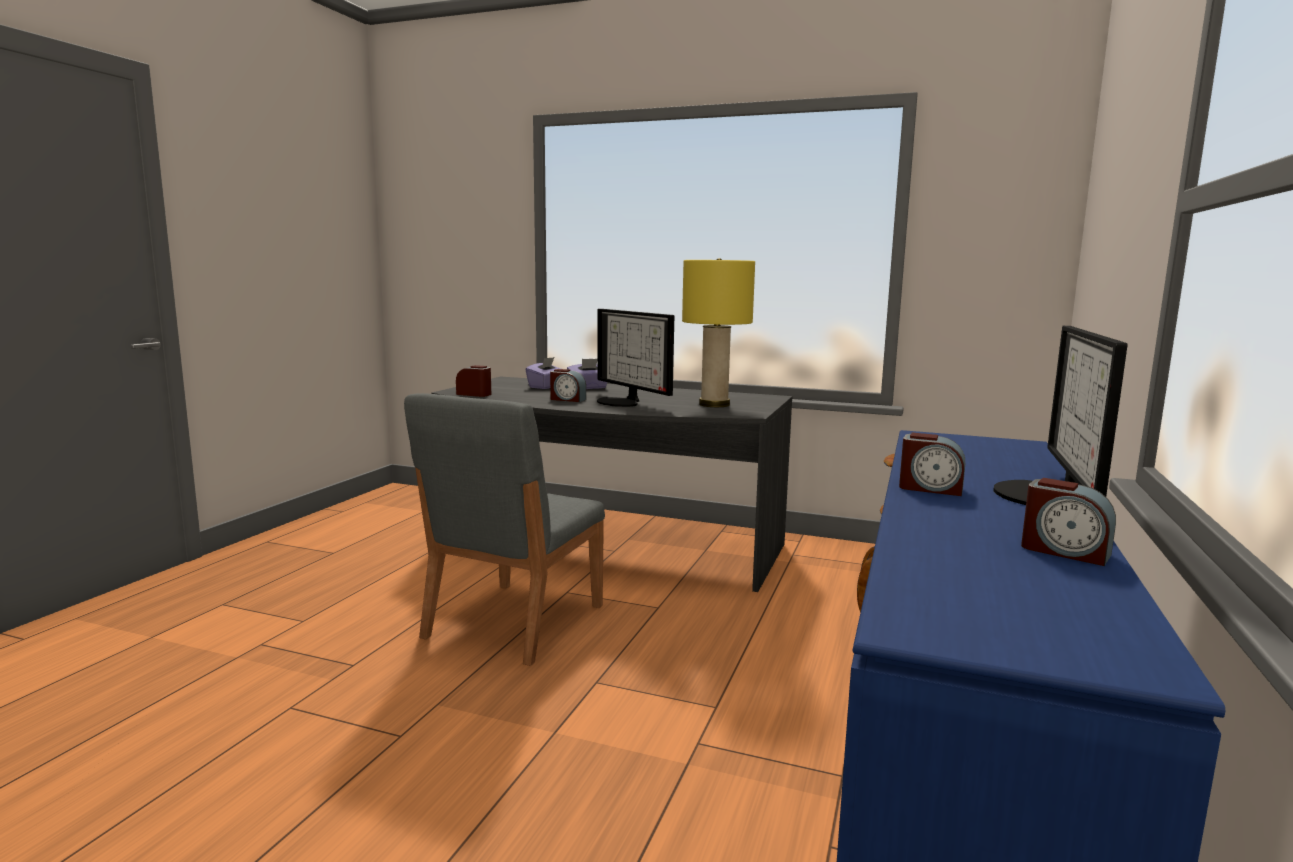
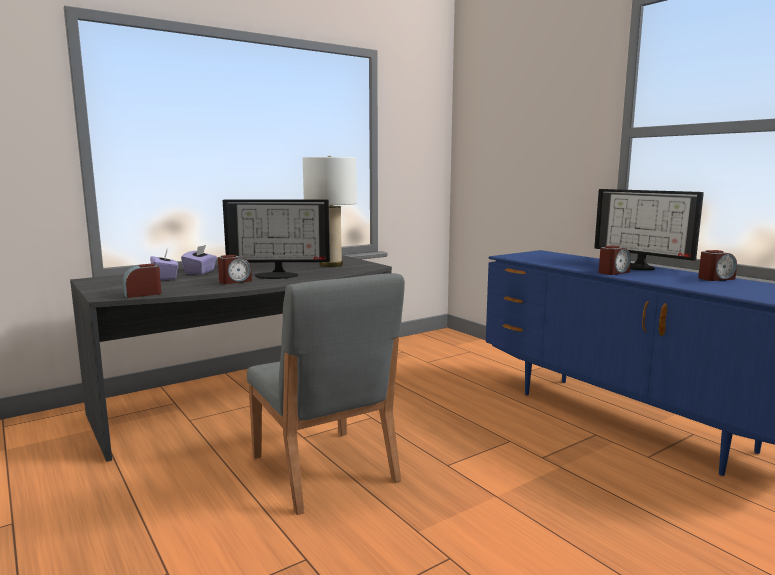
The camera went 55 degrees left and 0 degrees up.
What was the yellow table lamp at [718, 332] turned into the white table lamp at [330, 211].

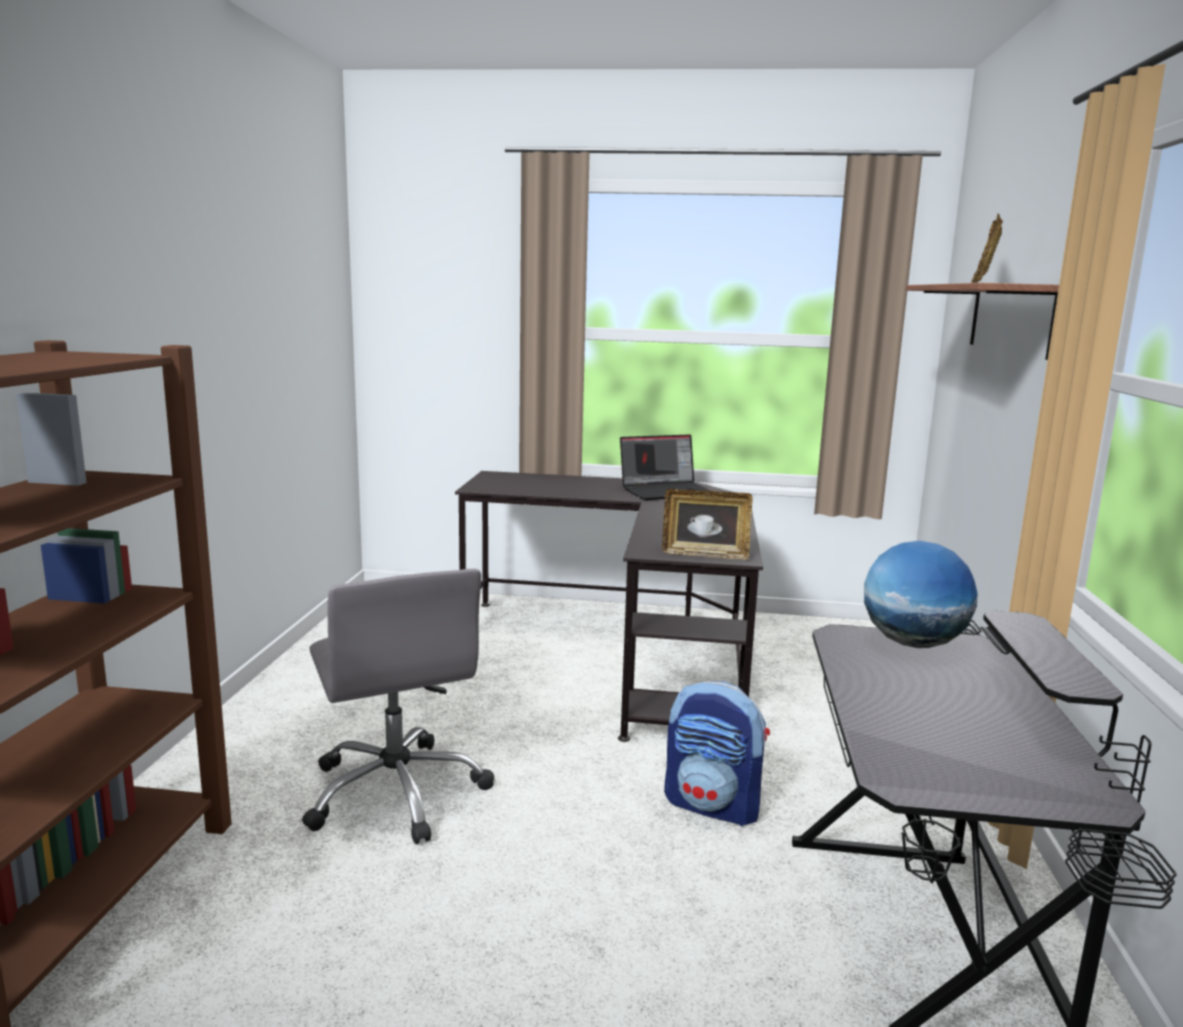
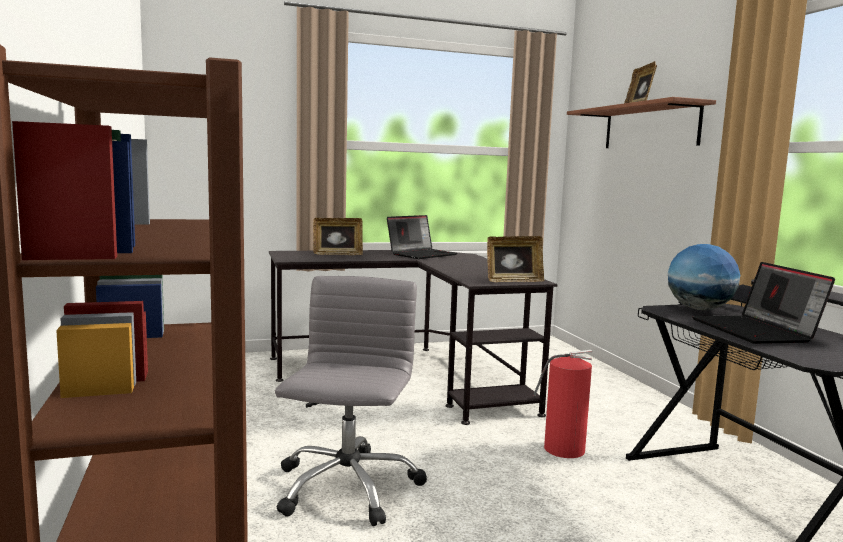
The camera went 25 degrees left and 5 degrees down.
The grey office chair at [398, 706] ended up facing another way, 120 degrees counterclockwise from before.
The second view gained the picture frame at [338, 236].
Where the backpack stood at [717, 753], the fire extinguisher came to stand at [562, 404].
The second view gained the laptop at [763, 303].

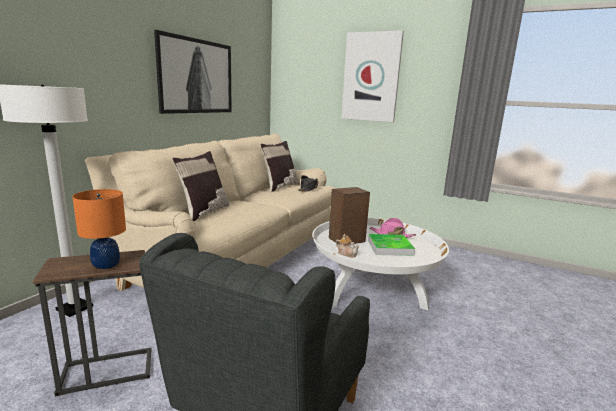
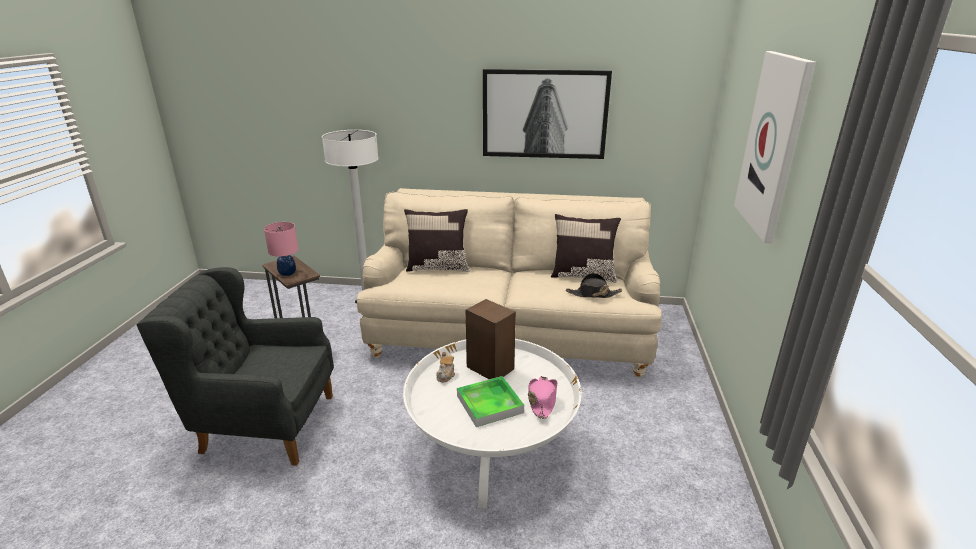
The camera went 70 degrees right and 10 degrees up.
What was the orange table lamp at [99, 229] turned into the pink table lamp at [281, 249].

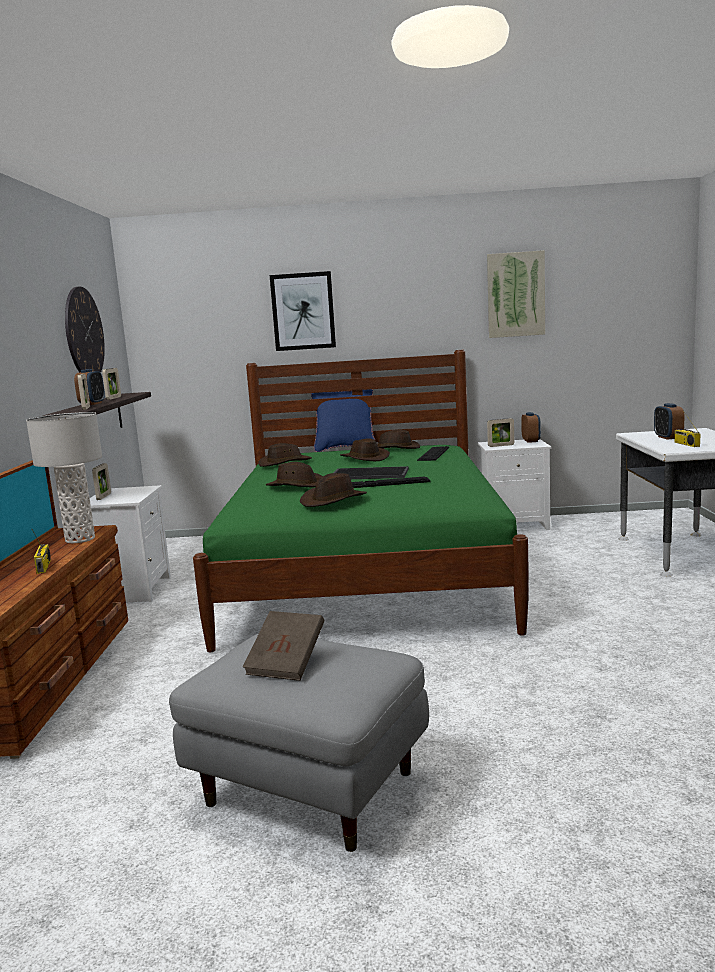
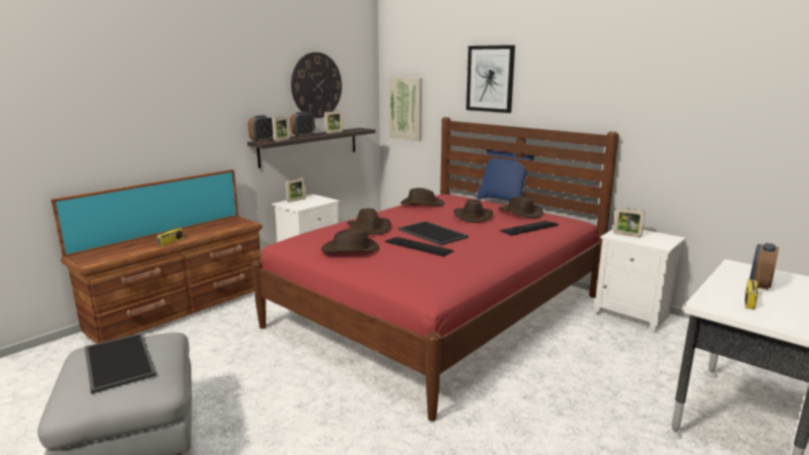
The camera went 40 degrees right and 5 degrees up.
Where the brown book stood at [283, 646], the tray came to stand at [120, 363].
The alarm clock ended up elsewhere, having gone from [531, 427] to [260, 128].
What was the green bed at [361, 501] turned into the red bed at [435, 269].
The picture ended up elsewhere, having gone from [516, 294] to [405, 109].
The second view lost the white table lamp at [64, 477].

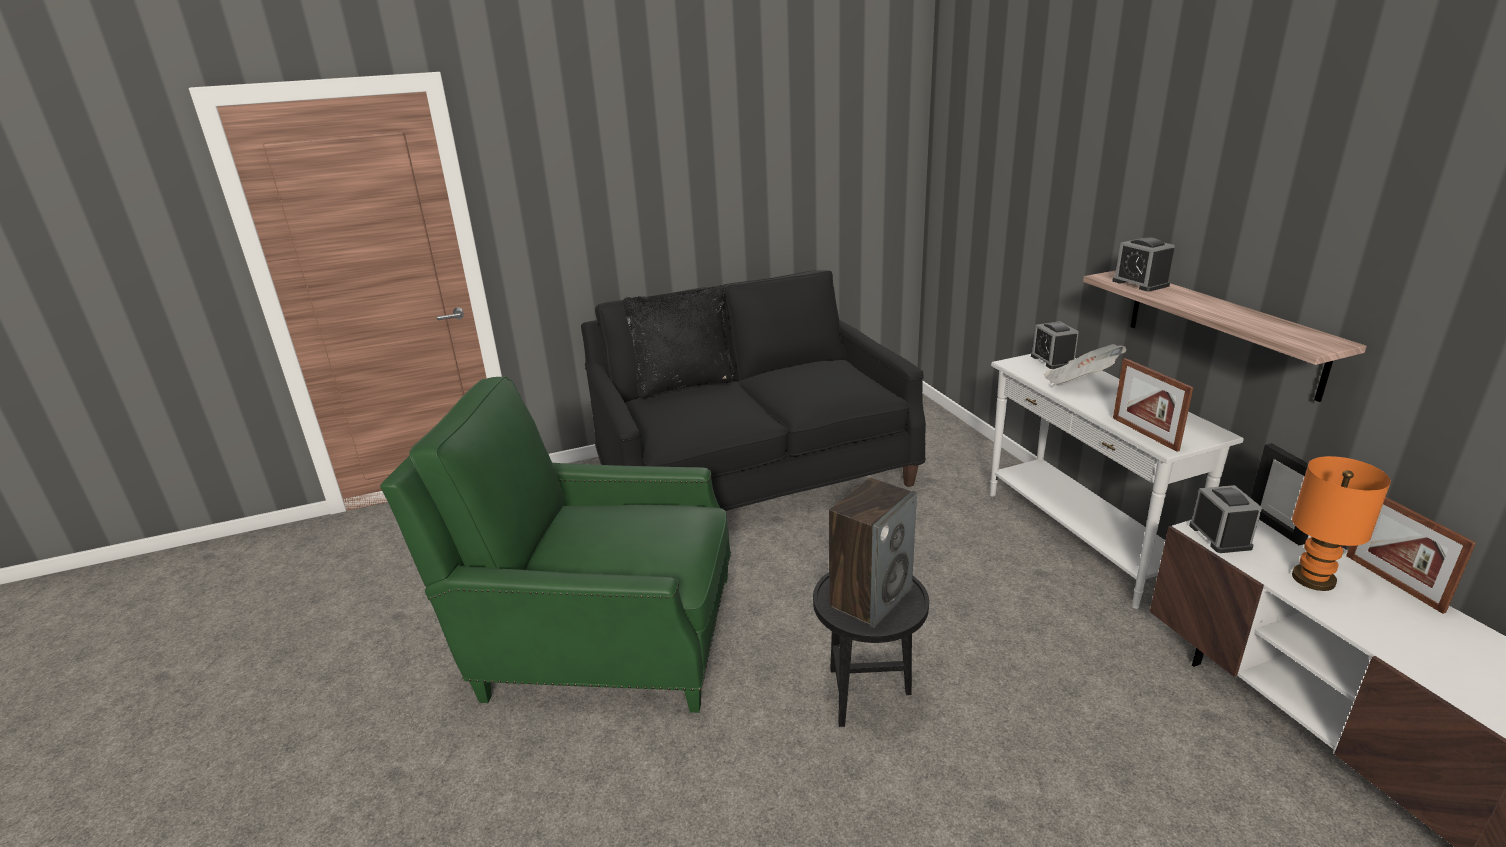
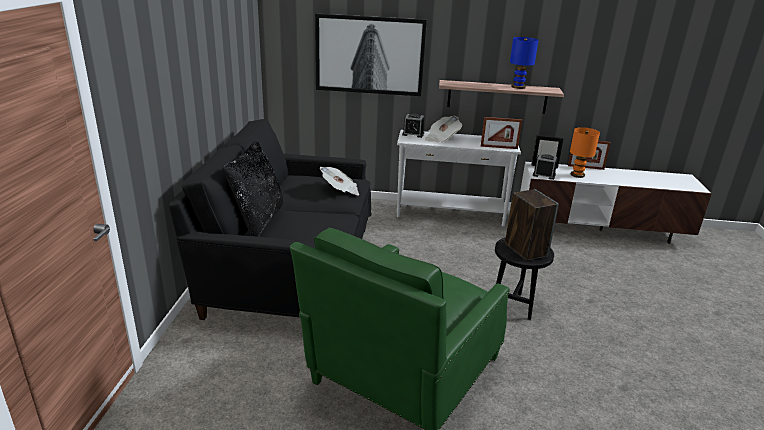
The camera went 65 degrees left and 0 degrees up.
The second view gained the picture at [371, 54].
The second view gained the newspaper at [339, 181].
The second view gained the blue table lamp at [524, 63].
The second view lost the alarm clock at [1143, 264].

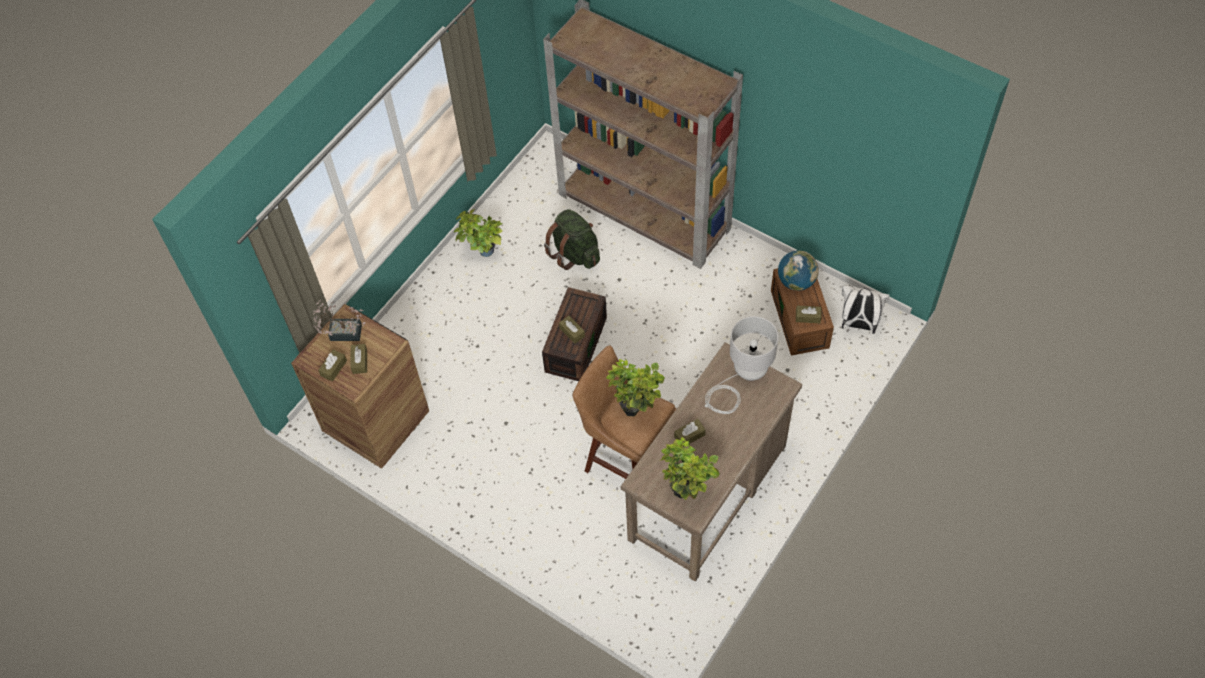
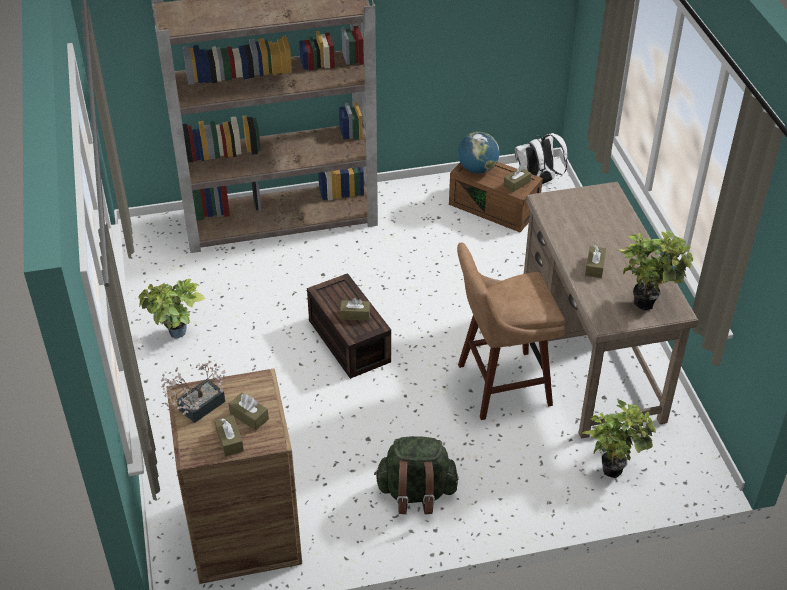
The camera went 50 degrees left and 15 degrees down.
The green backpack ended up elsewhere, having gone from [572, 239] to [416, 475].
The potted plant ended up elsewhere, having gone from [635, 387] to [619, 439].
The second view lost the grey table lamp at [741, 365].

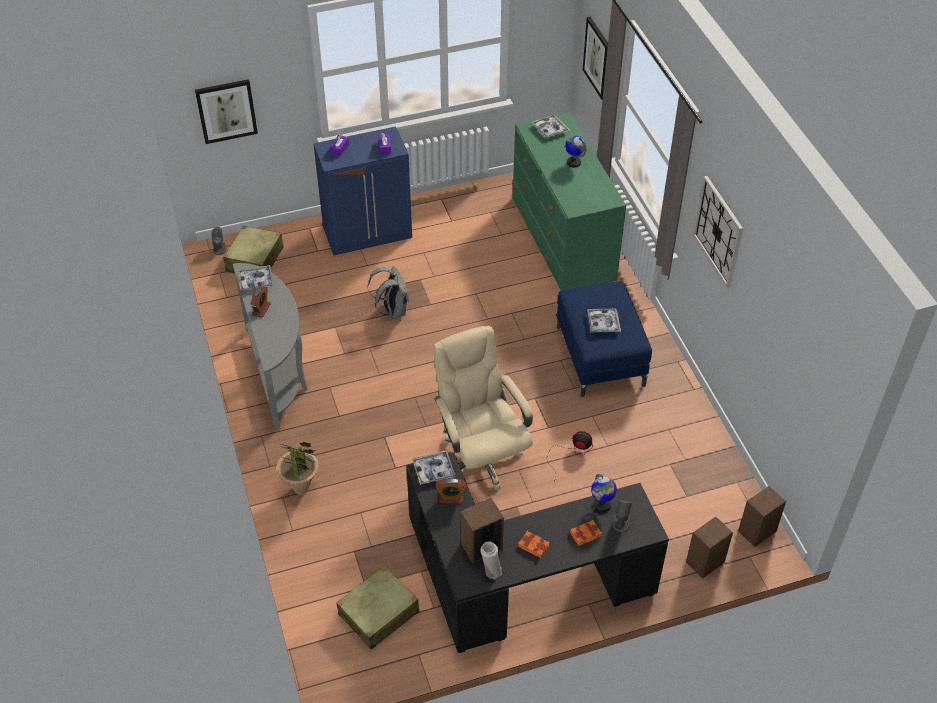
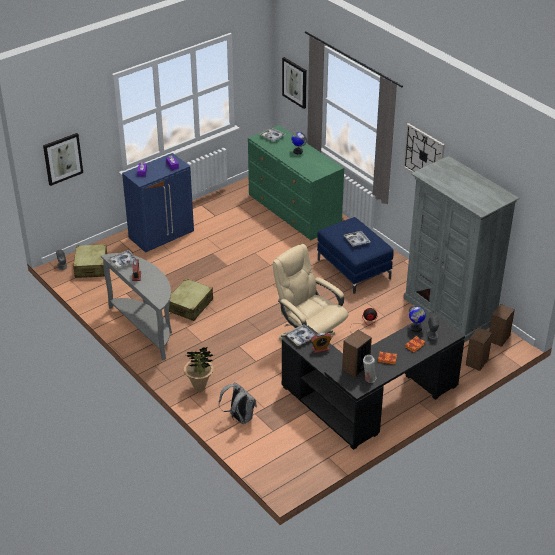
The camera went 20 degrees left and 10 degrees down.
The beige suitcase ended up elsewhere, having gone from [377, 607] to [191, 299].
The grey backpack ended up elsewhere, having gone from [388, 292] to [238, 403].
The second view gained the grey wardrobe at [461, 249].

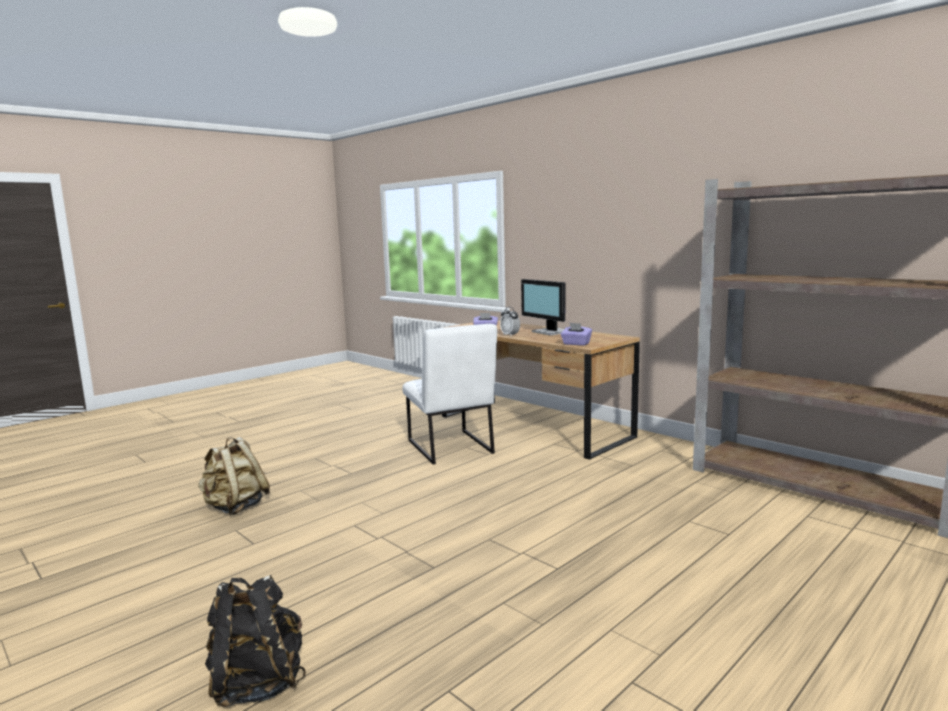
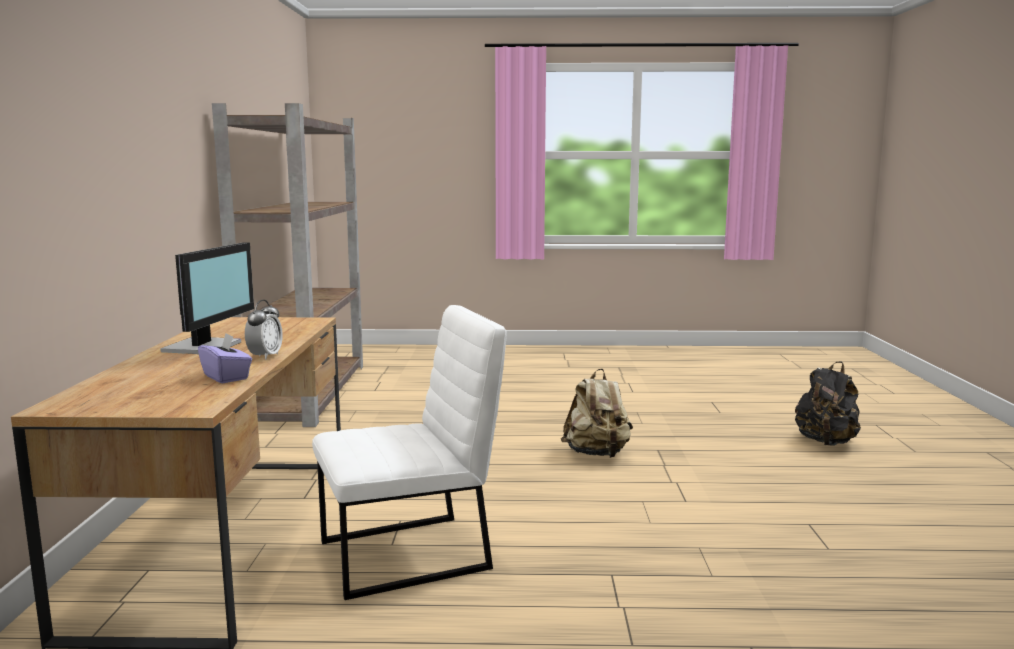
The camera went 135 degrees left and 0 degrees up.
The white chair at [449, 394] ended up facing another way, 45 degrees clockwise from before.
The beige backpack ended up elsewhere, having gone from [234, 476] to [597, 413].
The second view lost the purple tissue box at [576, 334].

